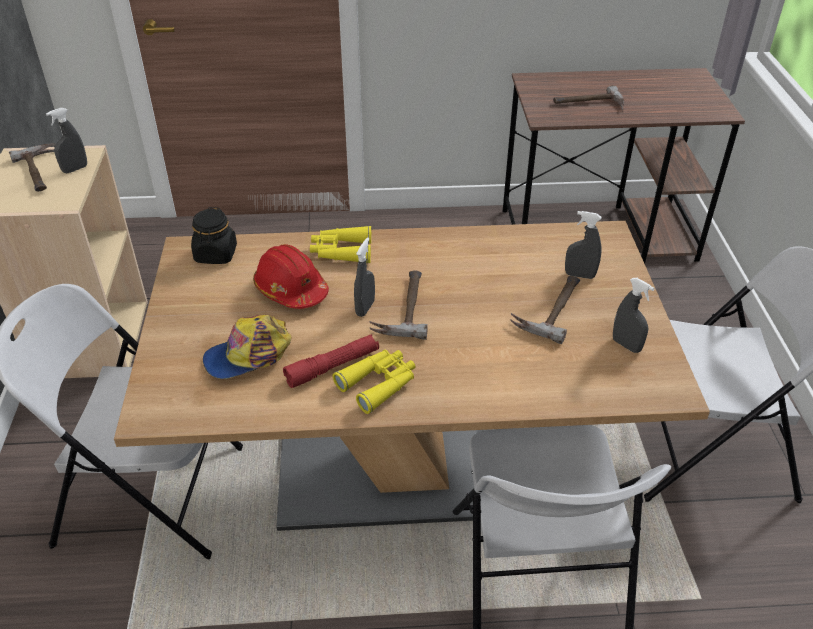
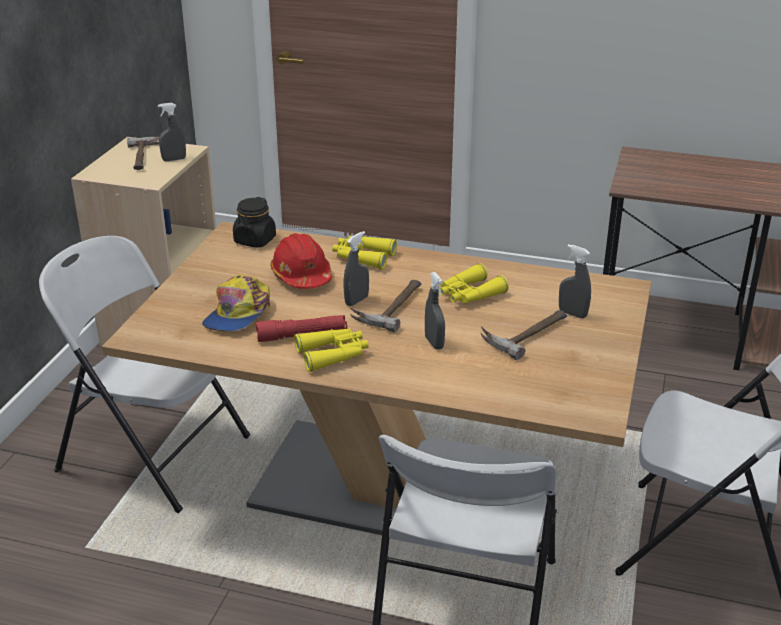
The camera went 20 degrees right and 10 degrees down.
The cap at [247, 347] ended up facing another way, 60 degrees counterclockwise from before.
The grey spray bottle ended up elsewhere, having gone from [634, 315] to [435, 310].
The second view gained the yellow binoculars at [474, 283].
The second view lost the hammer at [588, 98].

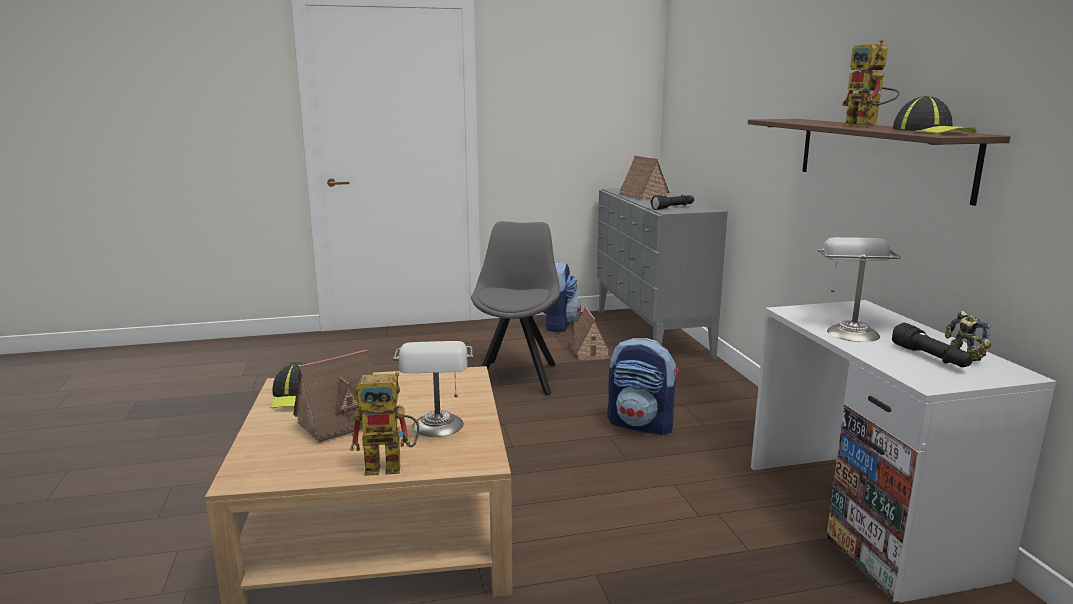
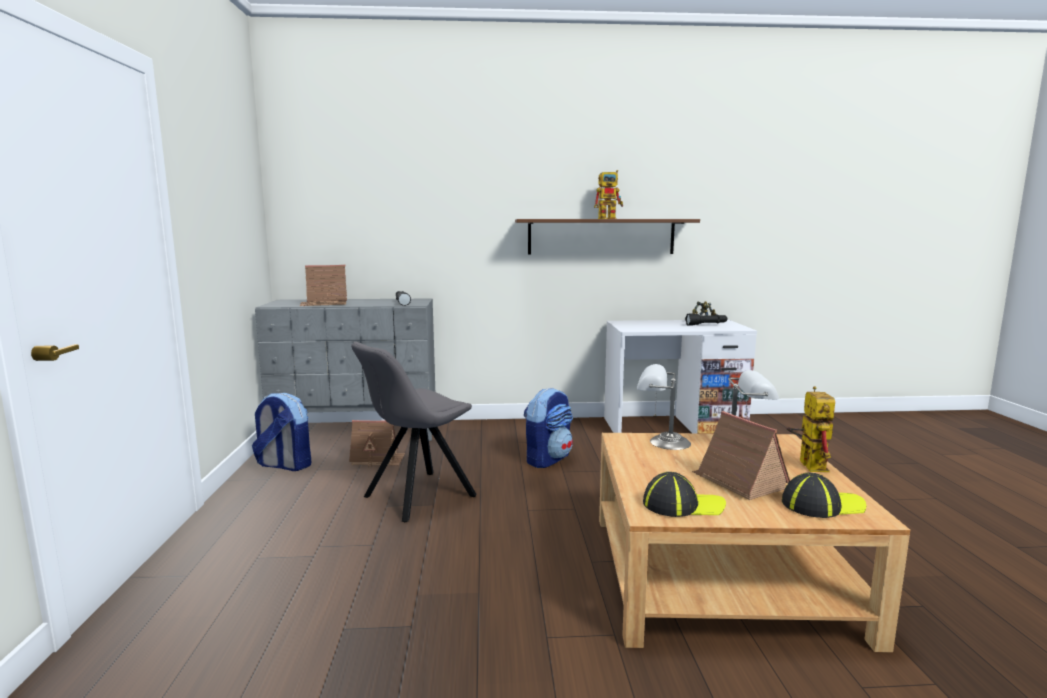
The camera went 80 degrees left and 5 degrees down.
The grey chair at [515, 308] ended up facing another way, 60 degrees counterclockwise from before.
The white table lamp ended up elsewhere, having gone from [859, 289] to [664, 407].
The cap ended up elsewhere, having gone from [934, 114] to [824, 495].

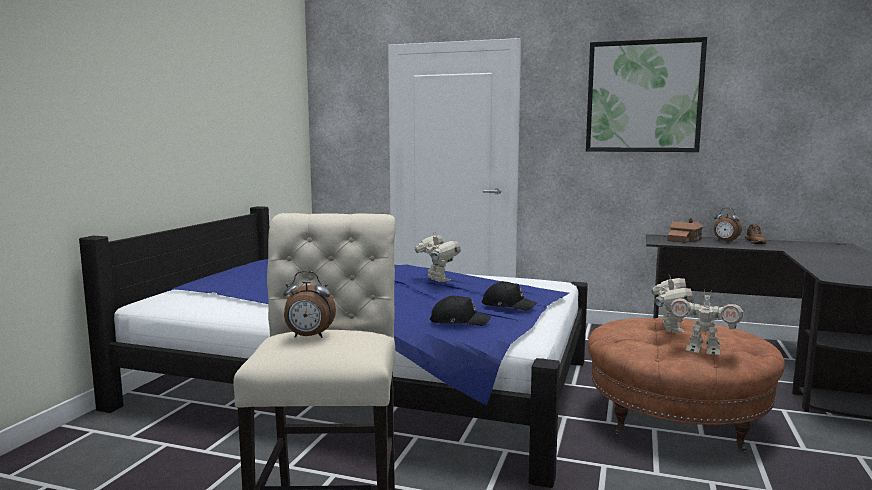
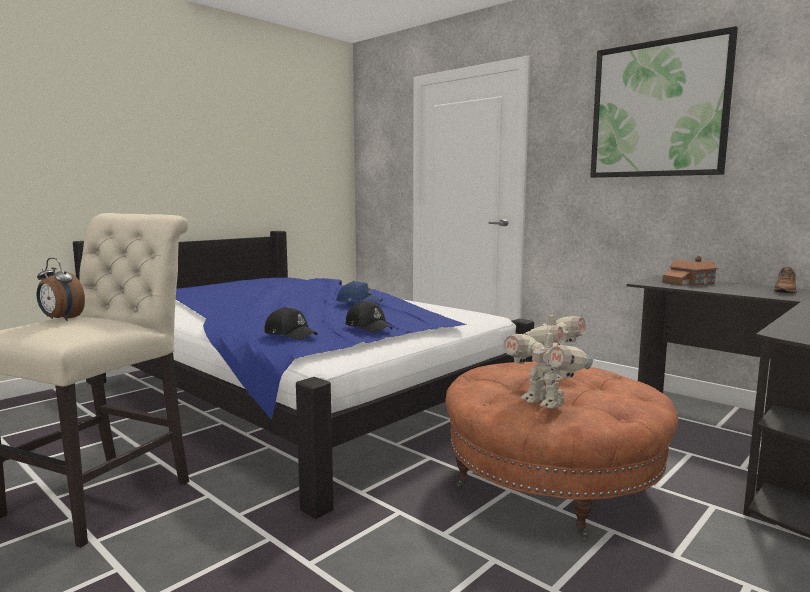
The camera went 25 degrees right and 0 degrees up.
Where the toy robot stood at [437, 257], the blue cap came to stand at [359, 292].
The second view lost the alarm clock at [728, 225].

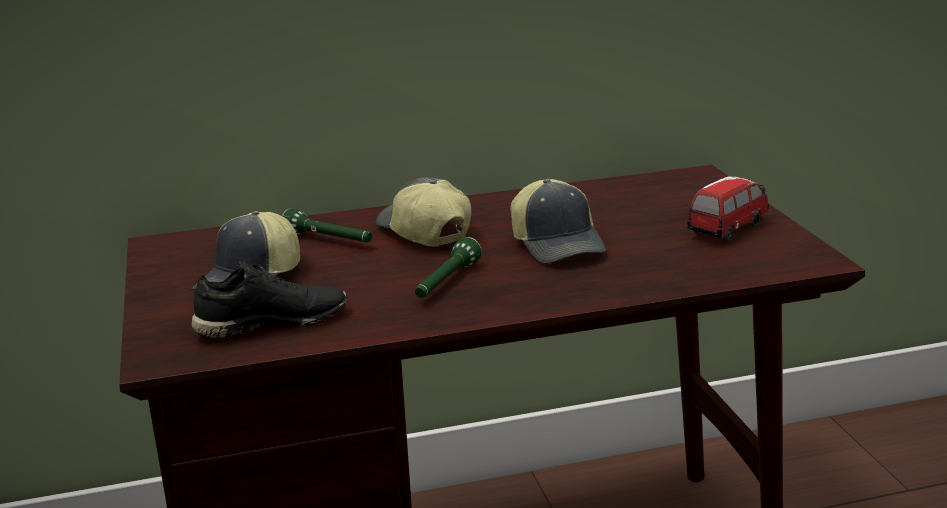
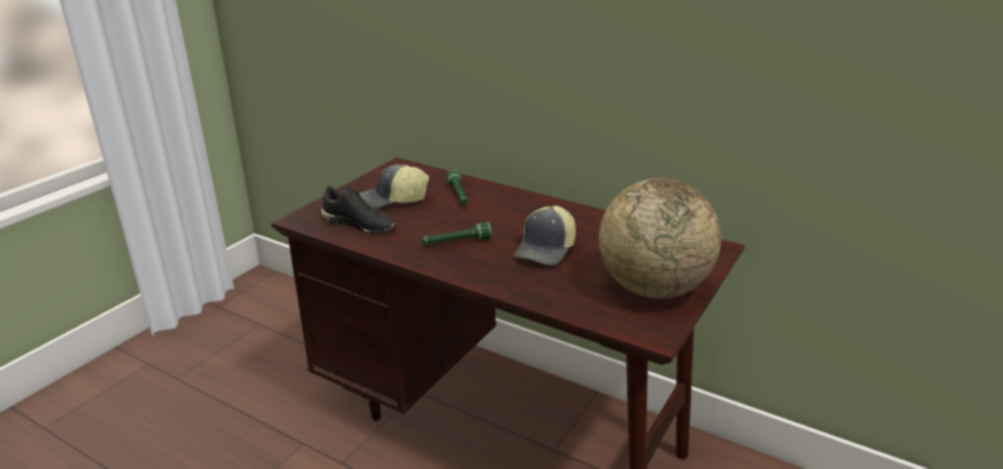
The camera went 45 degrees right and 5 degrees up.
Where the toy car stood at [728, 209], the globe came to stand at [660, 238].
The second view lost the cap at [423, 212].

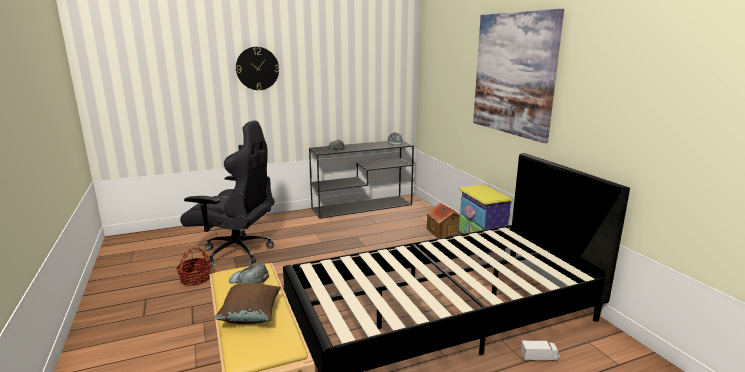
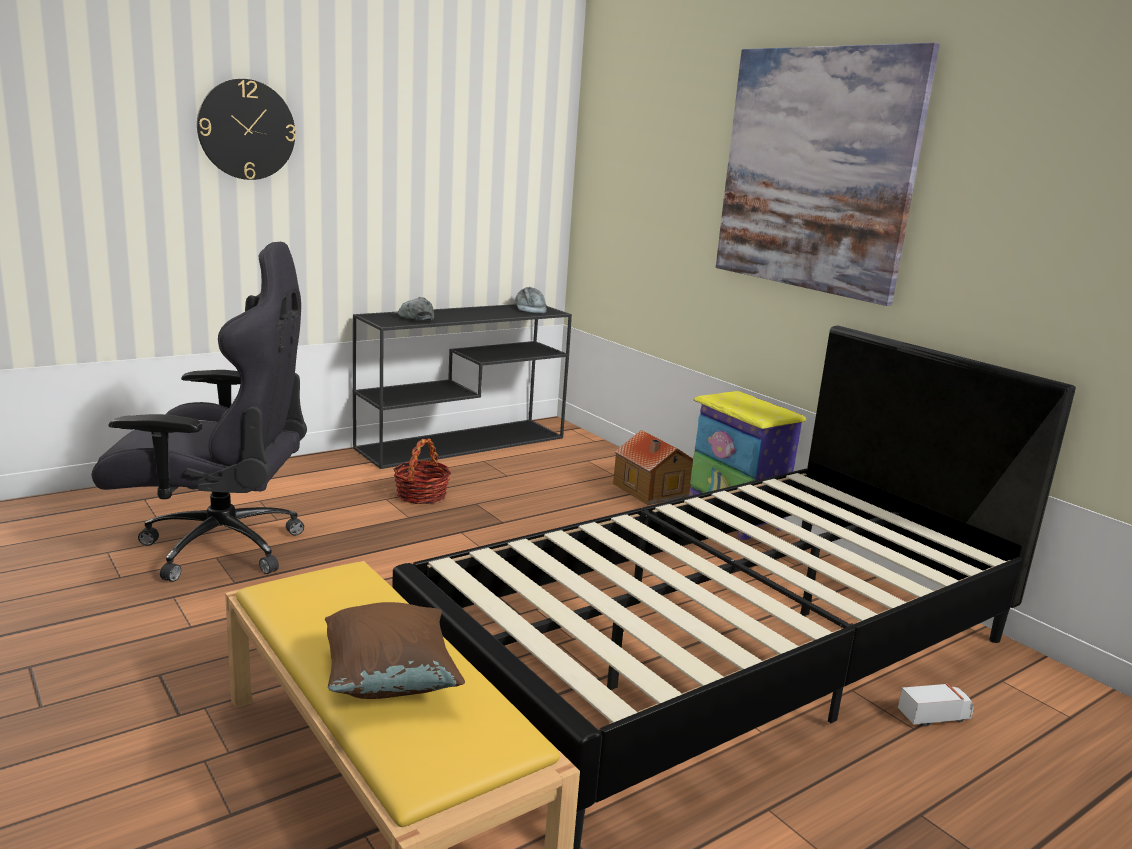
The camera went 15 degrees left and 0 degrees up.
The basket ended up elsewhere, having gone from [193, 266] to [422, 471].
The second view lost the grey cap at [249, 273].

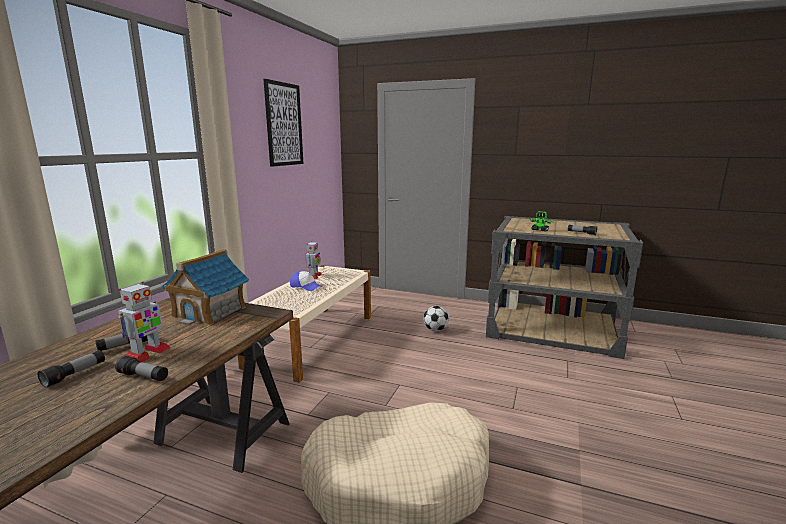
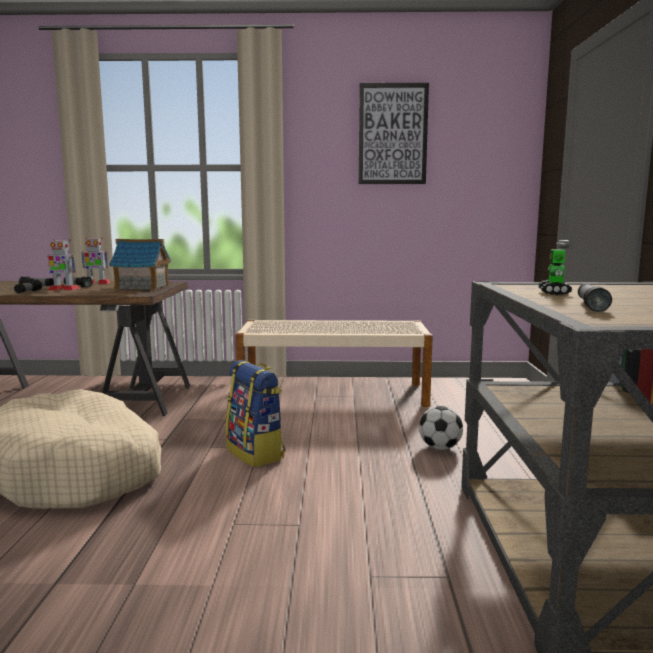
The camera went 70 degrees right and 5 degrees down.
The toy robot ended up elsewhere, having gone from [314, 260] to [95, 261].
The second view gained the backpack at [256, 414].
The second view lost the cap at [306, 281].

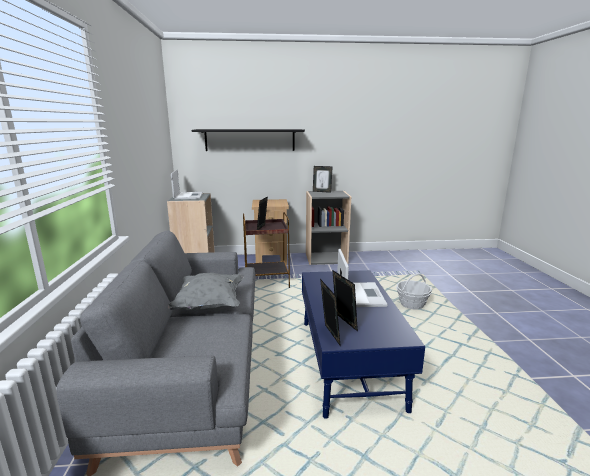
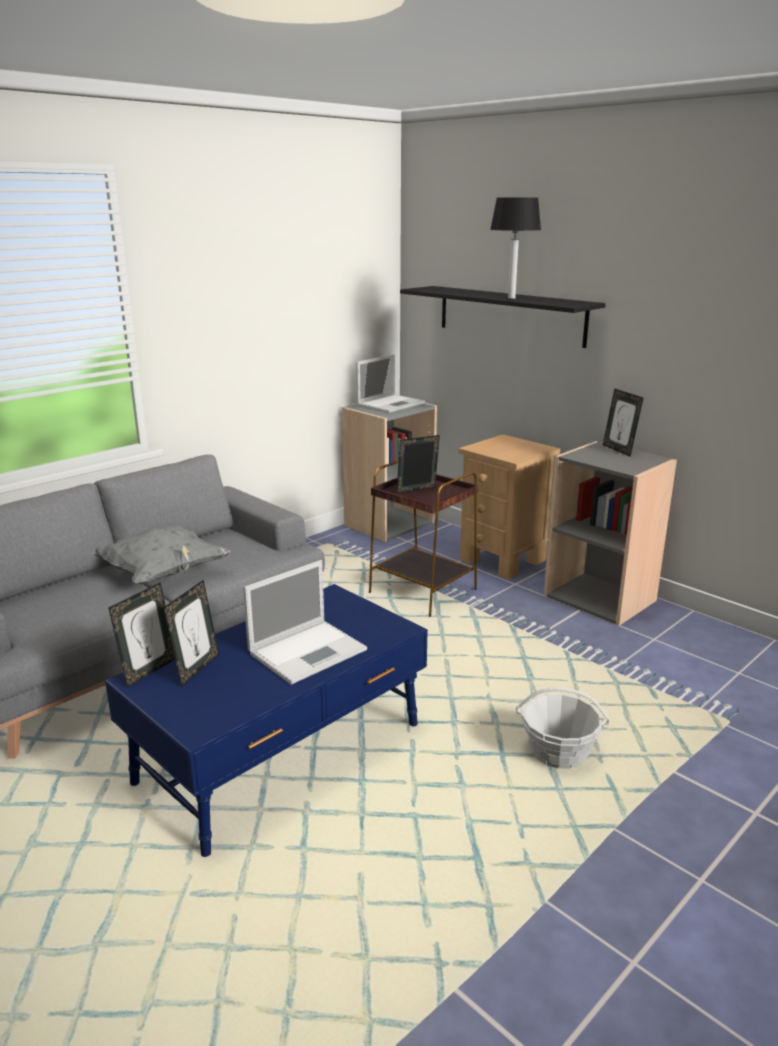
The camera went 50 degrees right and 5 degrees up.
The second view gained the table lamp at [515, 248].

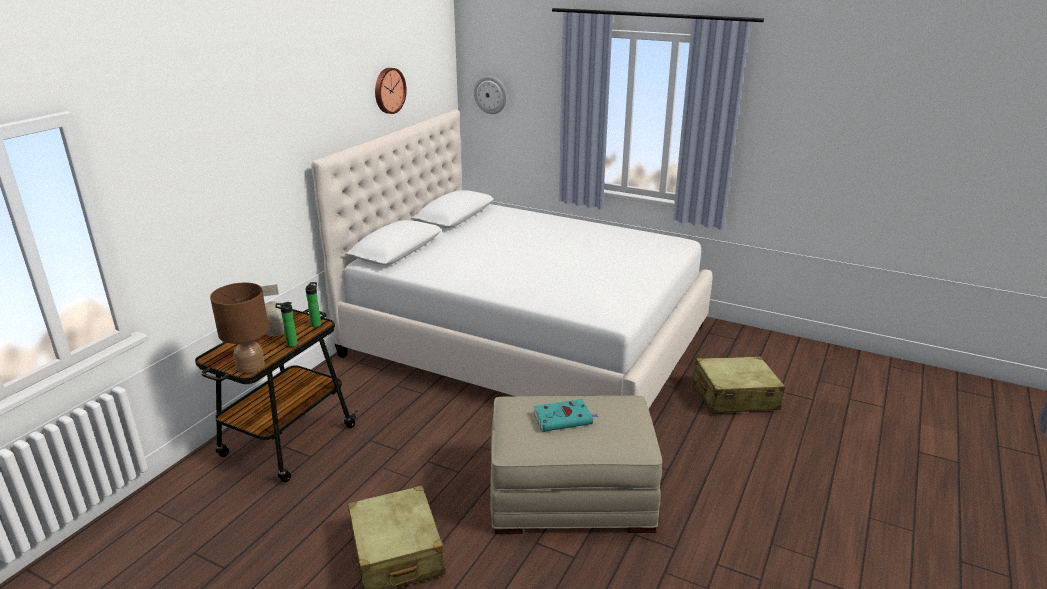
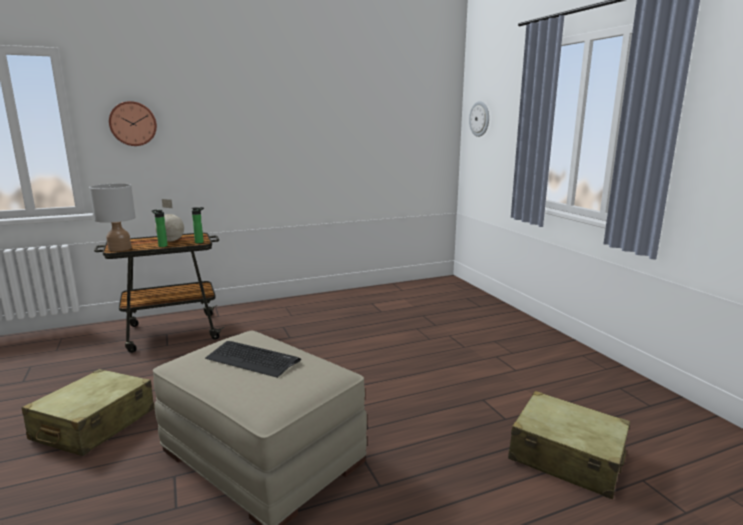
The camera went 40 degrees right and 10 degrees down.
What was the brown table lamp at [239, 328] turned into the grey table lamp at [112, 217].
The wall clock ended up elsewhere, having gone from [391, 91] to [133, 123].
Where the turquoise book stood at [566, 415], the keyboard came to stand at [253, 359].
The second view lost the white bed at [512, 259].

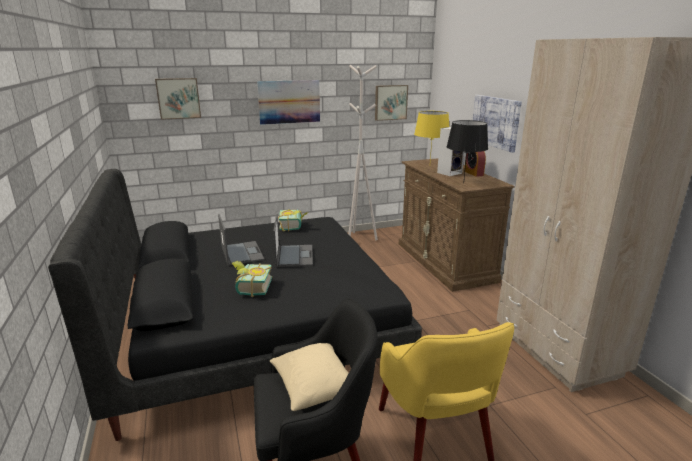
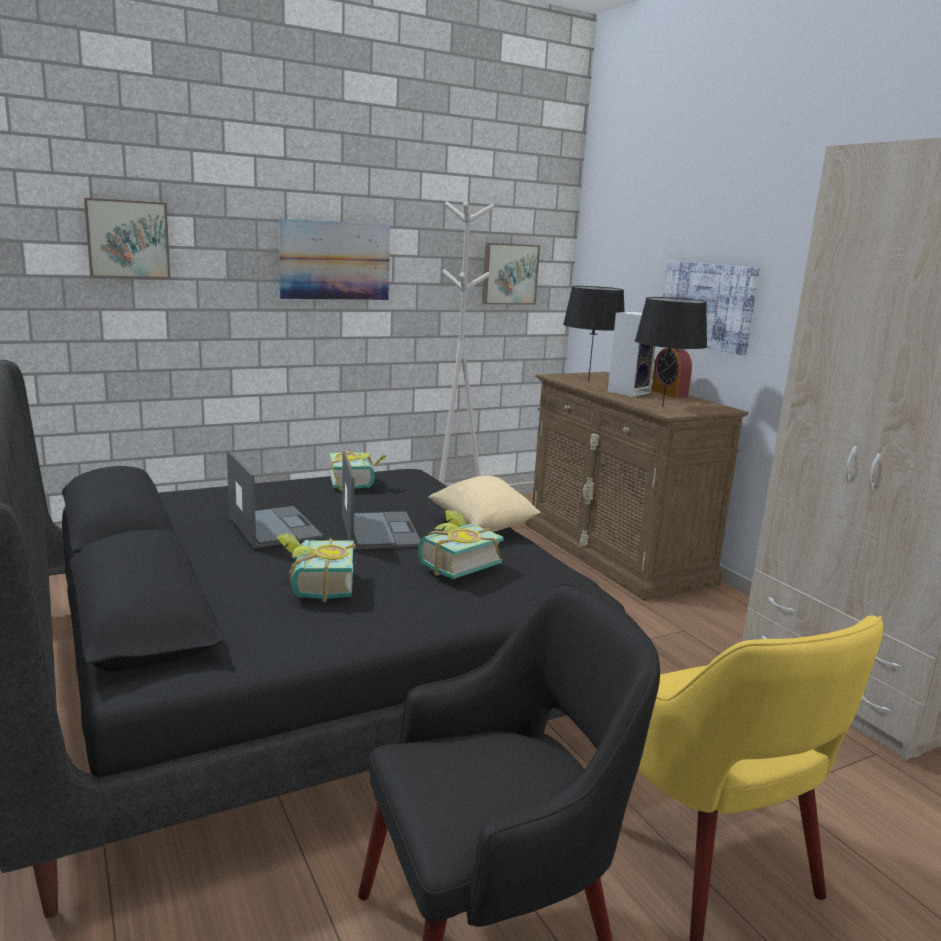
The camera went 10 degrees left and 5 degrees down.
The second view gained the book at [461, 544].
The beige pillow ended up elsewhere, having gone from [309, 377] to [484, 504].
What was the yellow table lamp at [431, 136] turned into the black table lamp at [594, 334].

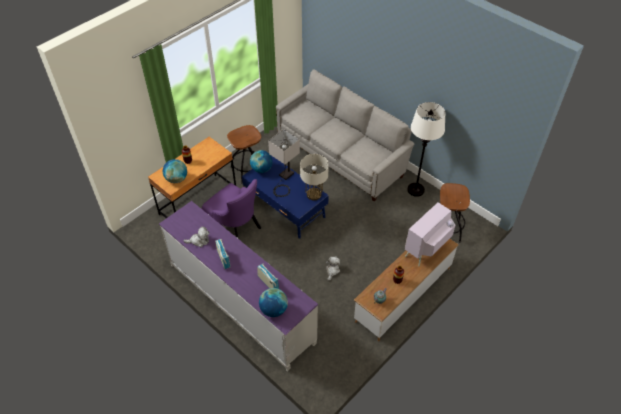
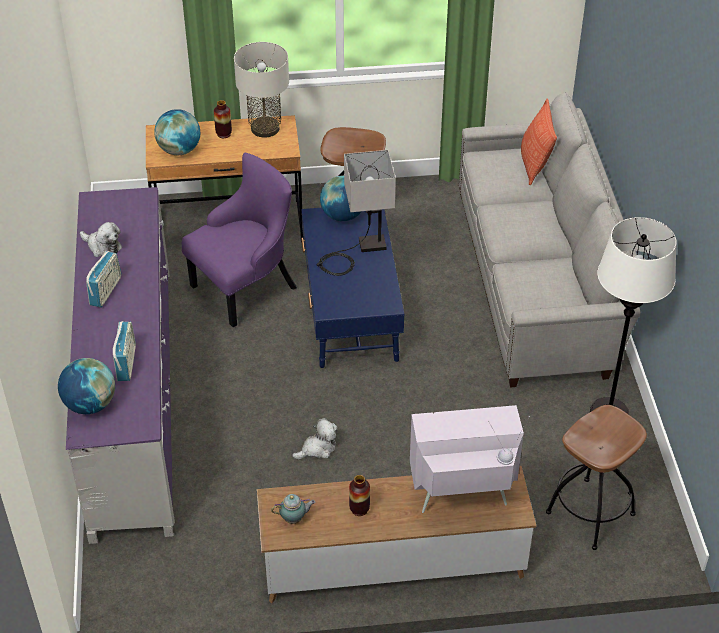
The camera went 40 degrees right and 5 degrees down.
The purple chair at [231, 208] ended up facing another way, 120 degrees counterclockwise from before.
The table lamp ended up elsewhere, having gone from [314, 177] to [261, 90].
The second view gained the orange pillow at [539, 142].

